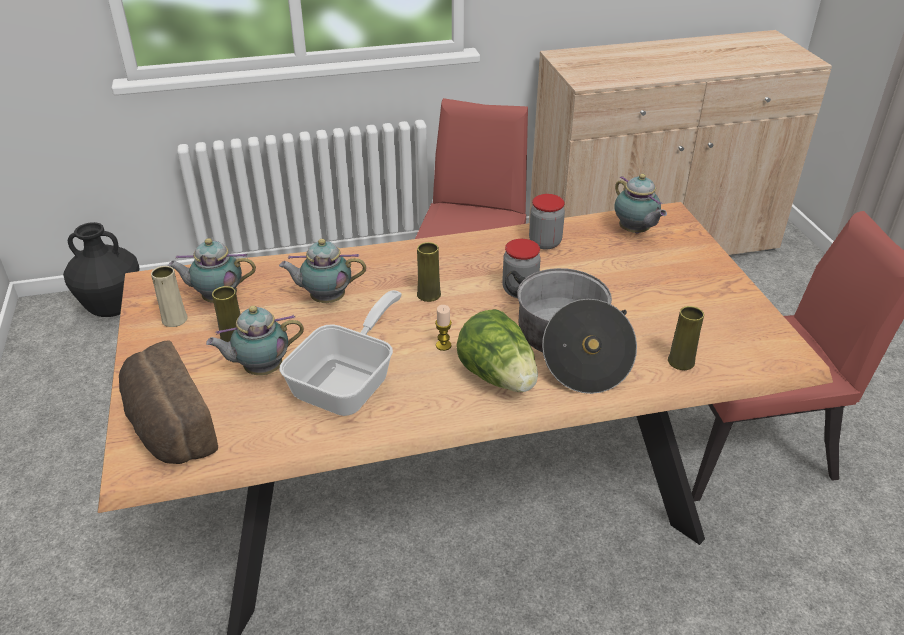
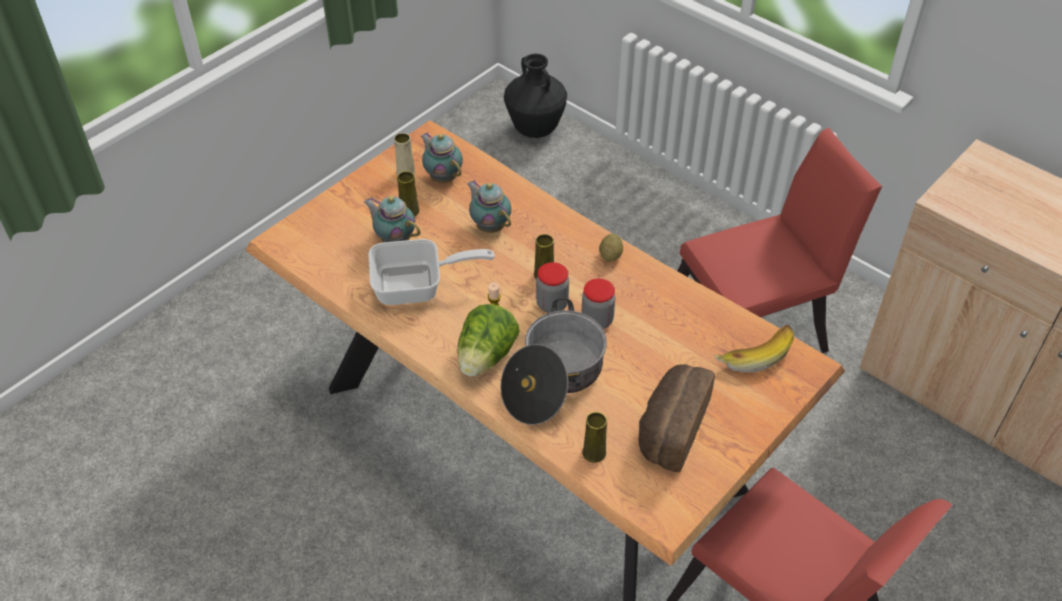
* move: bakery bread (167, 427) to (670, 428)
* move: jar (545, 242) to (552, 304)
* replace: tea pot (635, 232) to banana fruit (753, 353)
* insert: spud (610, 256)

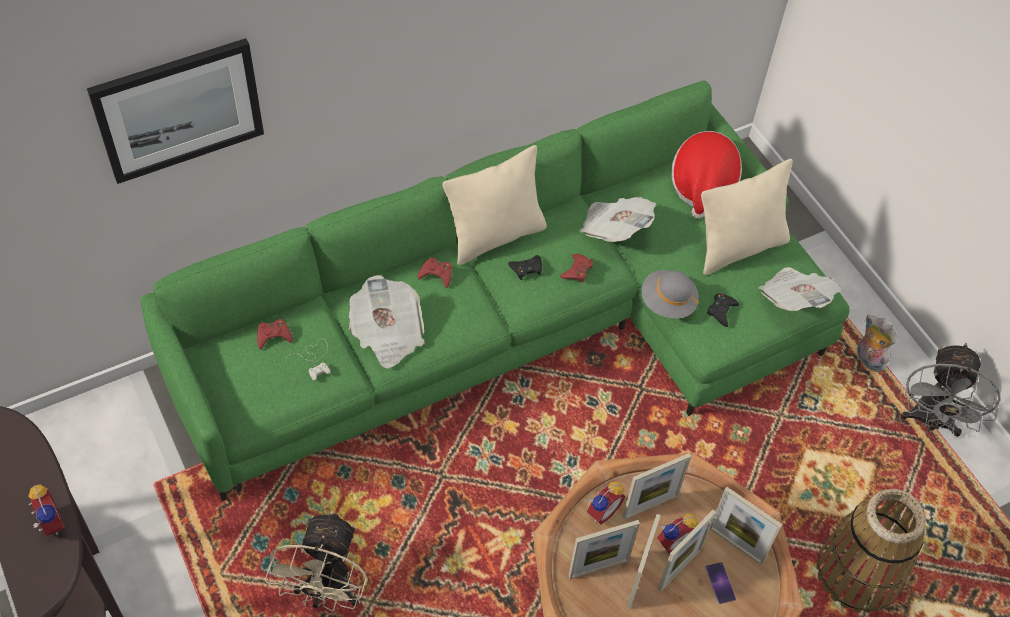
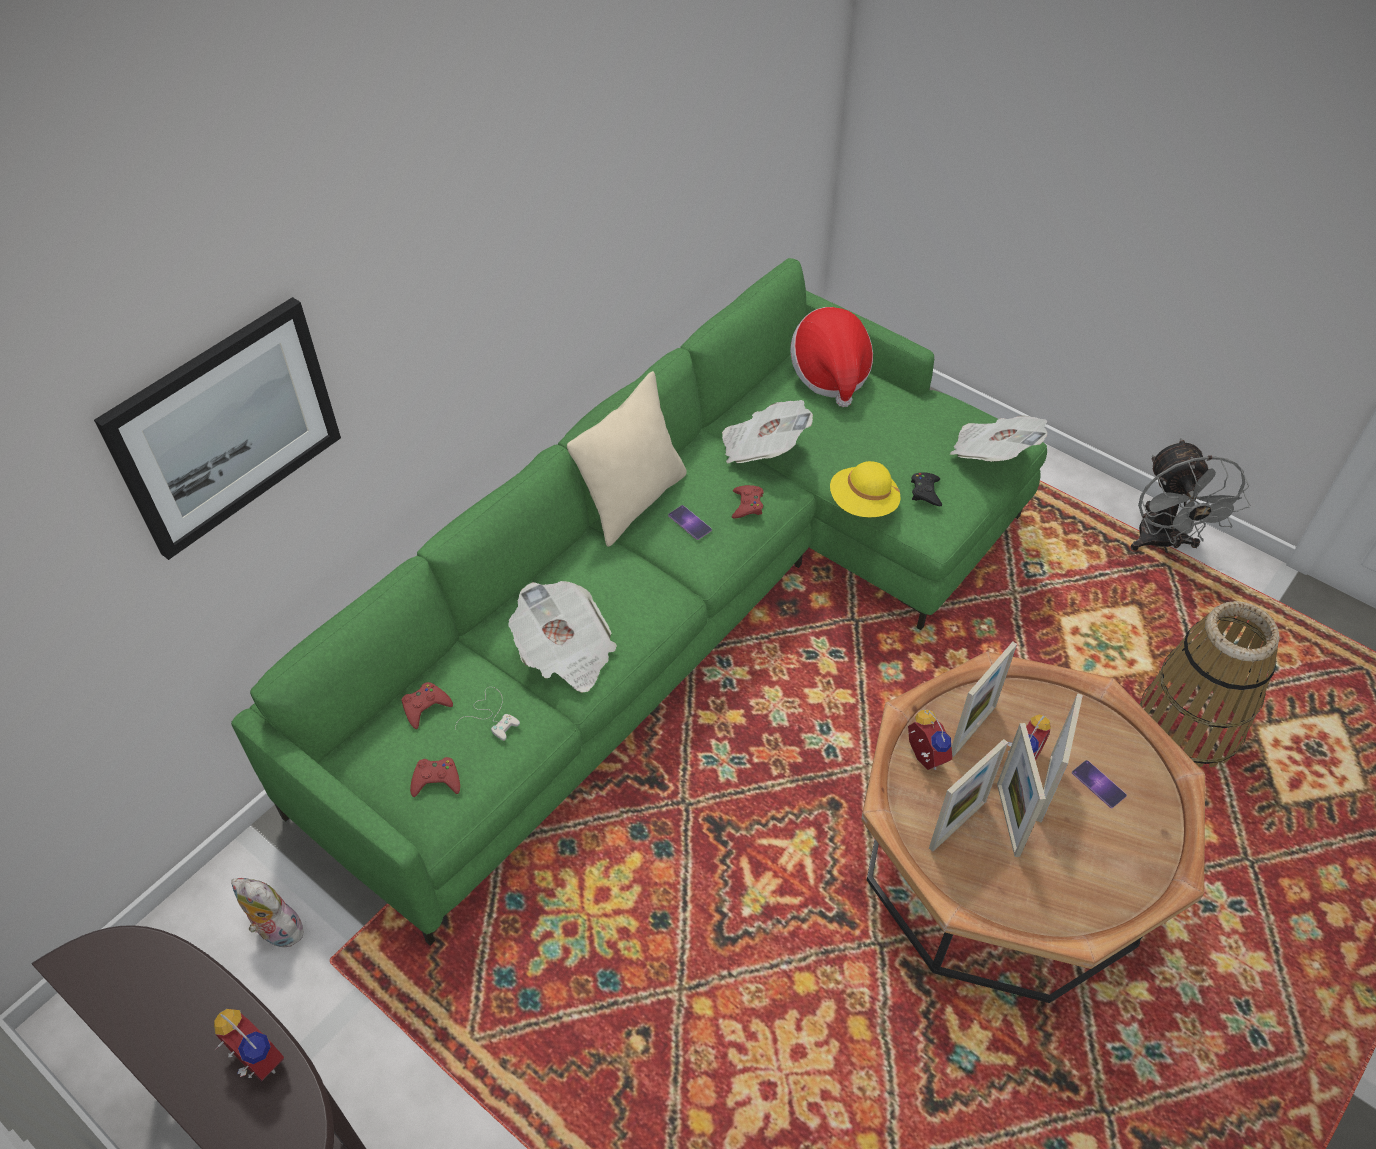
* delete: beige-coloured fan (327, 592)
* move: reddish gamepad (436, 274) to (436, 780)
* replace: blackish gamepad (526, 269) to handset (689, 522)
* rotate: alarm clock (601, 511) = (922, 757) 45 degrees counterclockwise
* recolor: gray clothing hat (667, 302) to yellow-coloured clothing hat (863, 504)
* delete: beige-coloured cushion (738, 247)
* delete: picture frame (736, 545)
* move: soft toy (867, 359) to (276, 931)

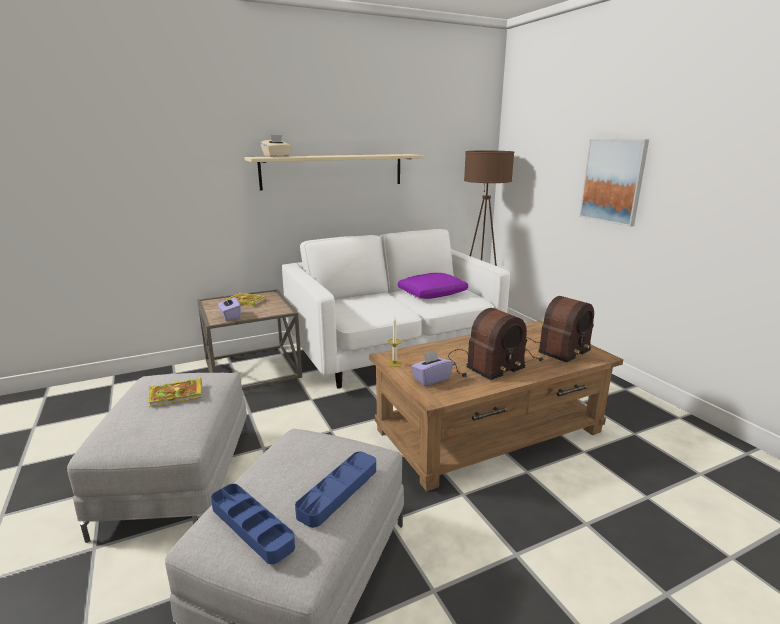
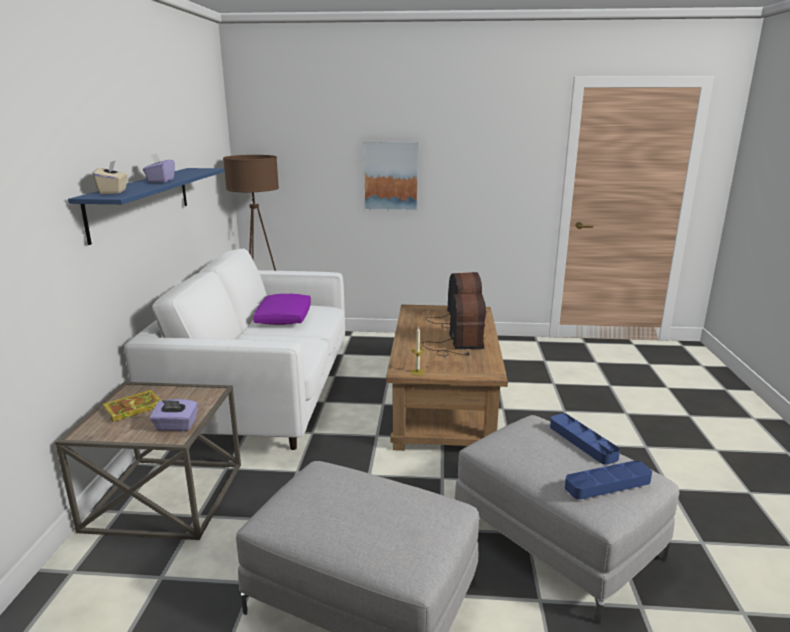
* delete: book (177, 394)
* recolor: beige-coloured bracket shelf (333, 171) to blue bracket shelf (141, 201)
* move: purplish tissue holder (431, 379) to (160, 181)

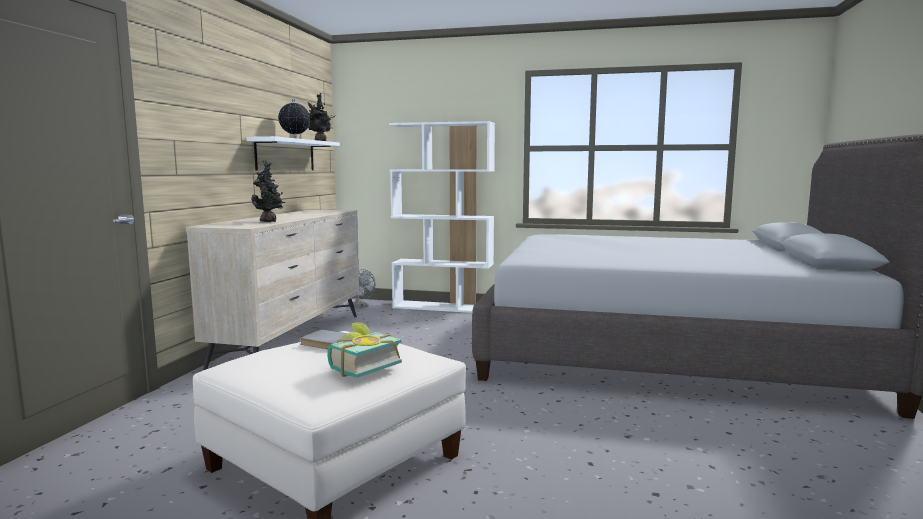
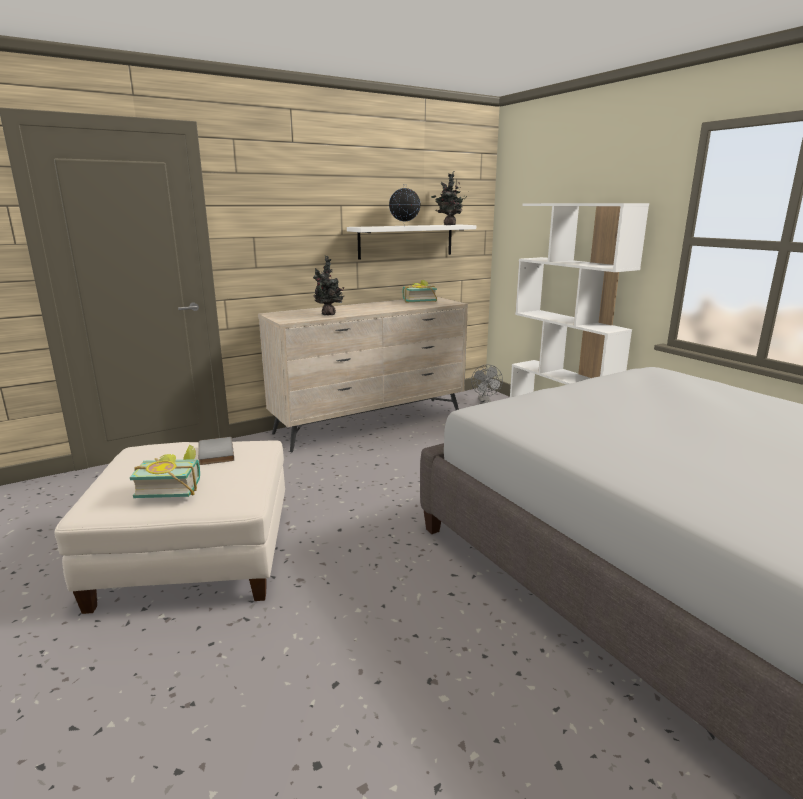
* insert: book (418, 301)

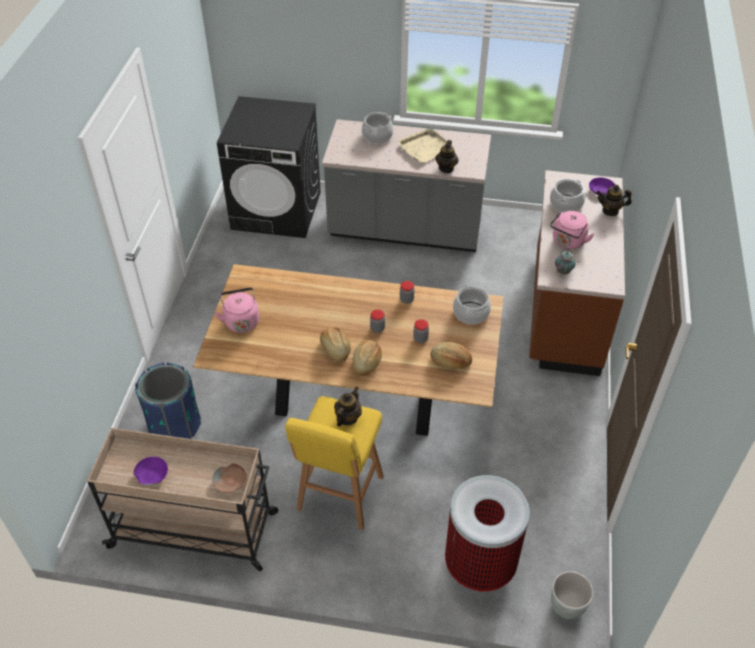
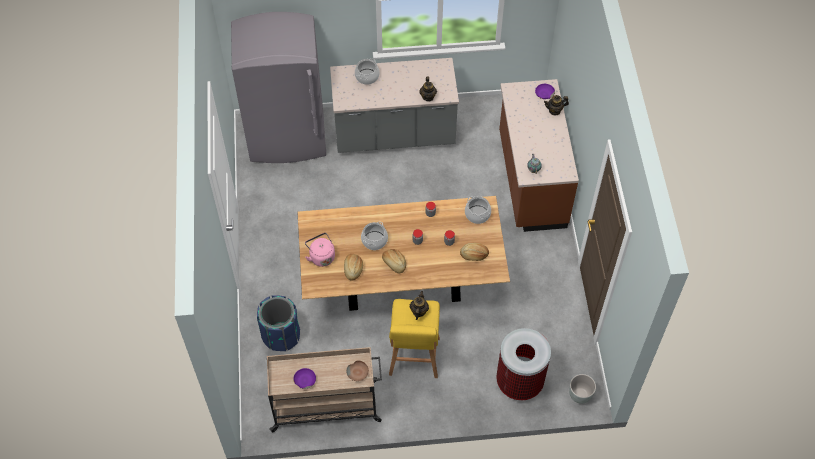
* replace: blackish washing machine (277, 210) to gray fridge (287, 137)
* move: bakery bread (366, 362) to (353, 269)
* delete: beige-coloured tray (424, 148)
* move: stockpot (566, 204) to (374, 240)
* delete: pinkish kettle (567, 242)

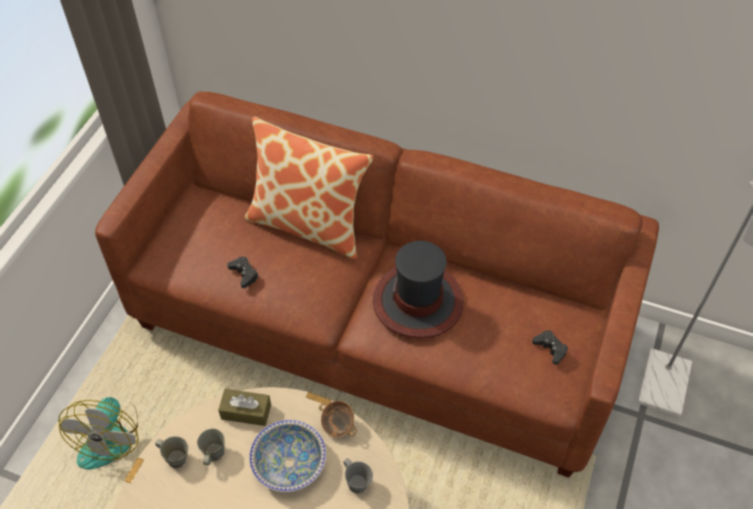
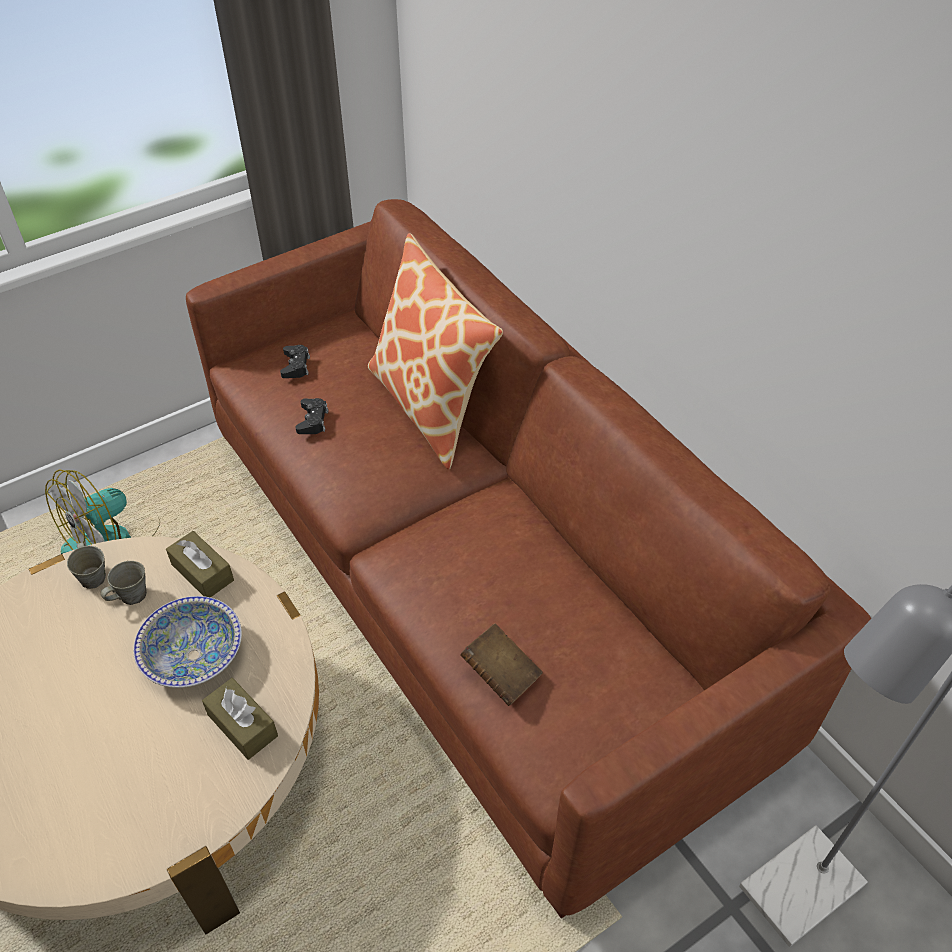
* delete: deep dish (338, 425)
* replace: gray mug (357, 482) to brownish tissue holder (242, 725)
* delete: clothing hat (418, 301)
* move: blackish gamepad (550, 348) to (296, 365)
* insert: brownish book (501, 674)

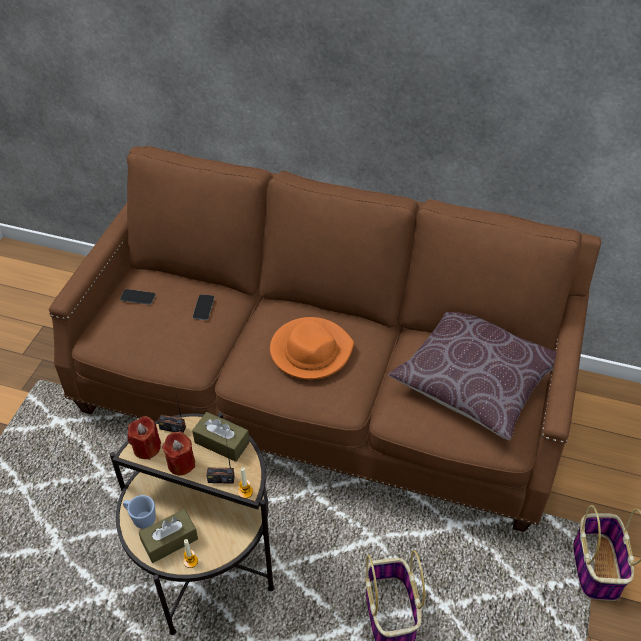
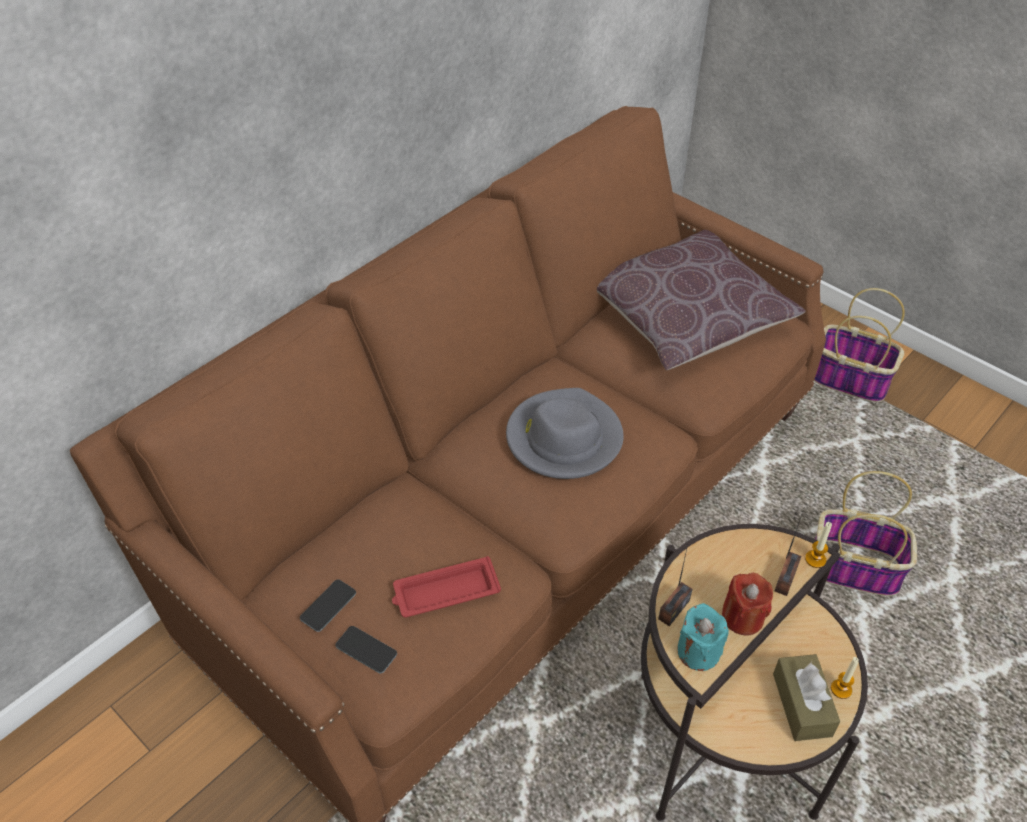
* delete: blue mug (141, 518)
* recolor: reddish wax candle (147, 448) to turquoise wax candle (698, 651)
* delete: brownish tissue holder (222, 442)
* move: handset (203, 307) to (366, 650)
* recolor: orangey clothing hat (310, 351) to gray clothing hat (563, 438)
* insert: reddish tray (444, 592)

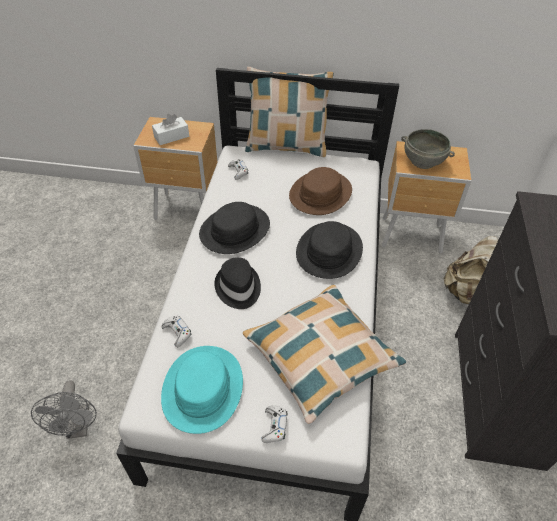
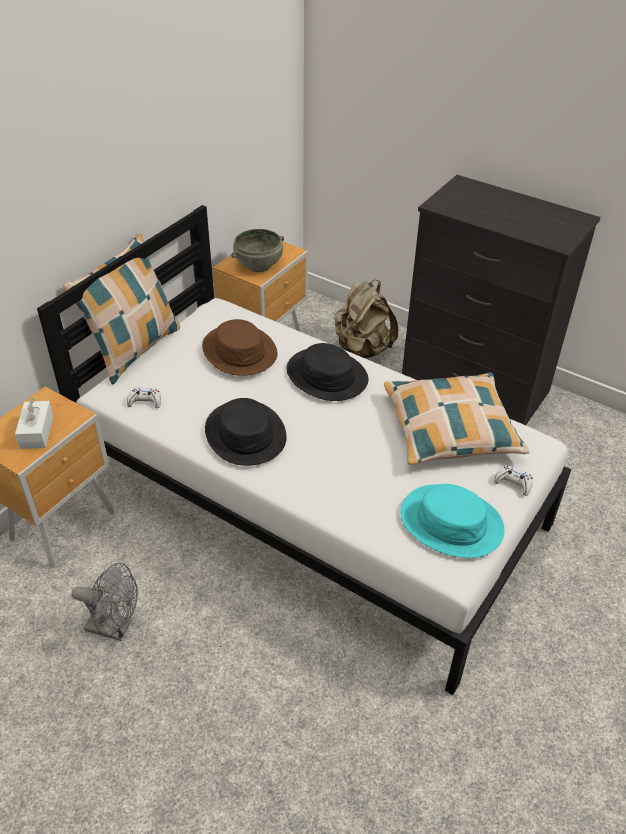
* move: gray fan (78, 427) to (115, 628)
* delete: white-coloured gamepad (177, 333)
* delete: blackish clothing hat (238, 288)

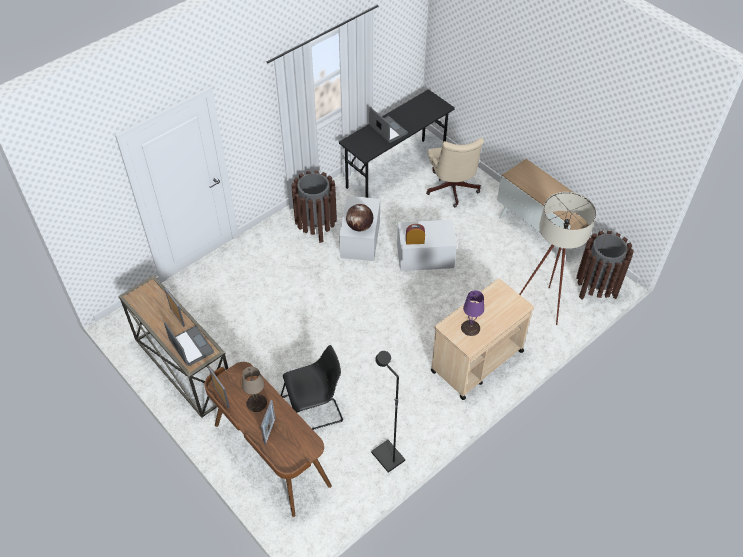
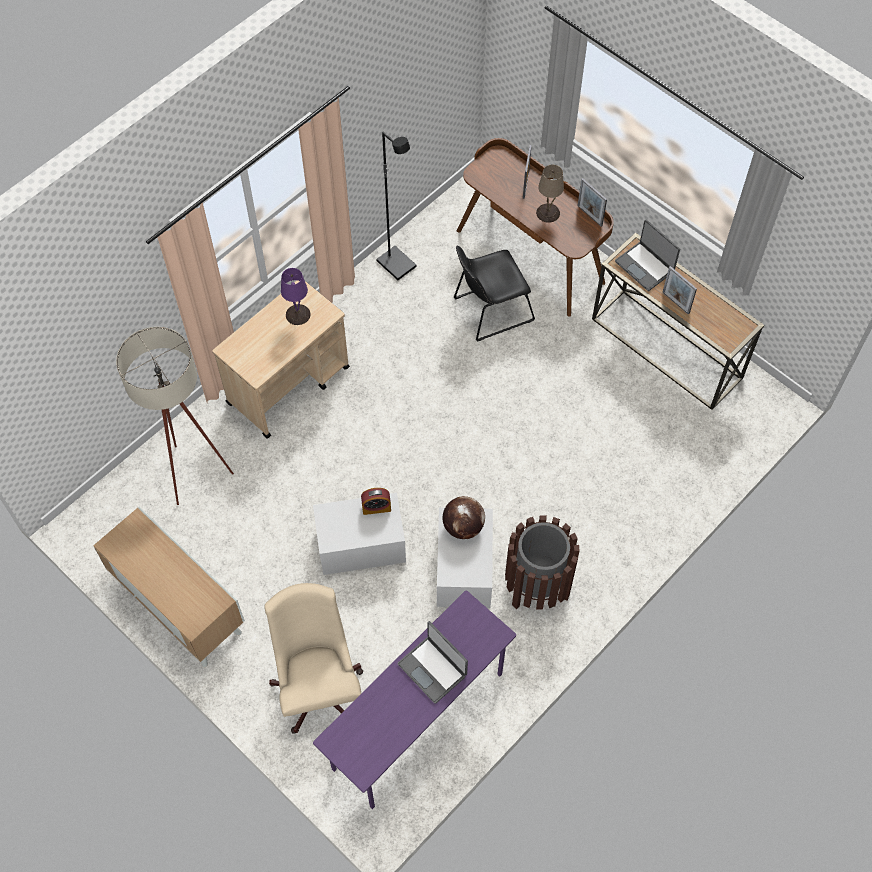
* recolor: blackish desk (396, 171) to purplish desk (418, 722)
* delete: brownish trash can (596, 288)

